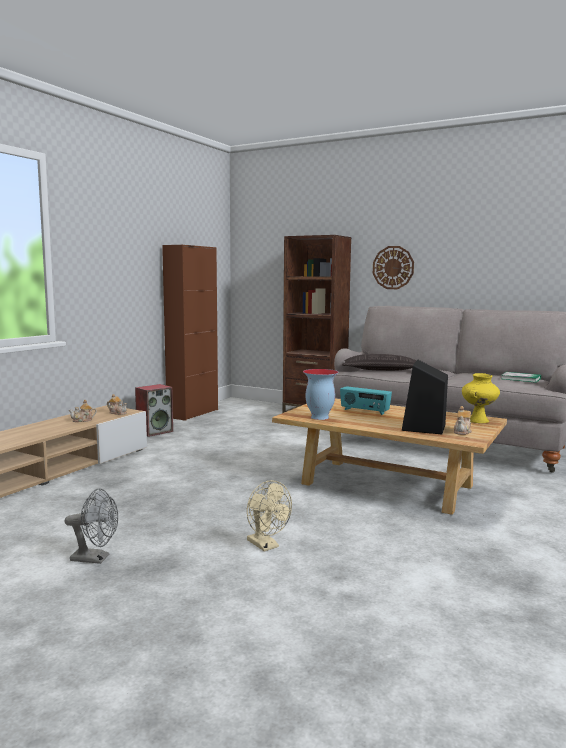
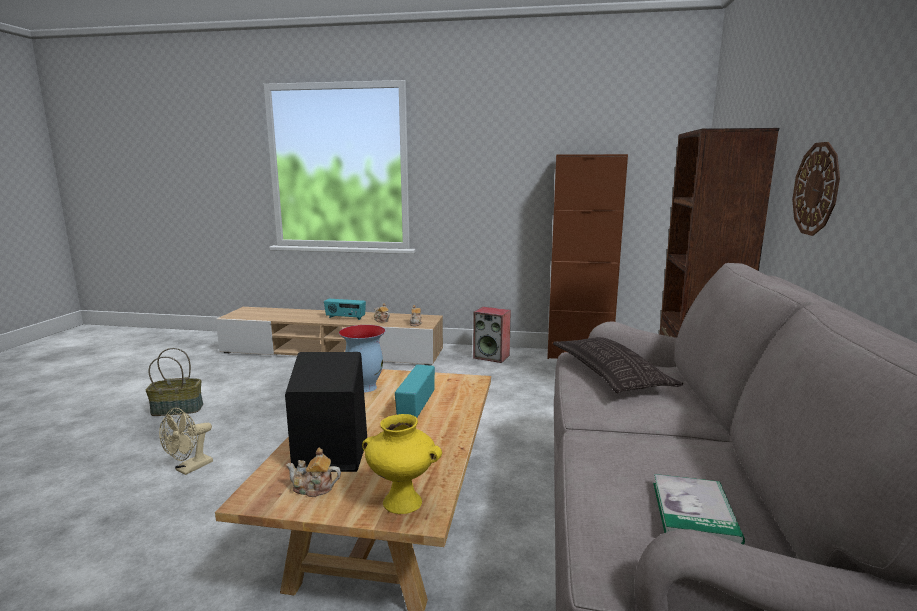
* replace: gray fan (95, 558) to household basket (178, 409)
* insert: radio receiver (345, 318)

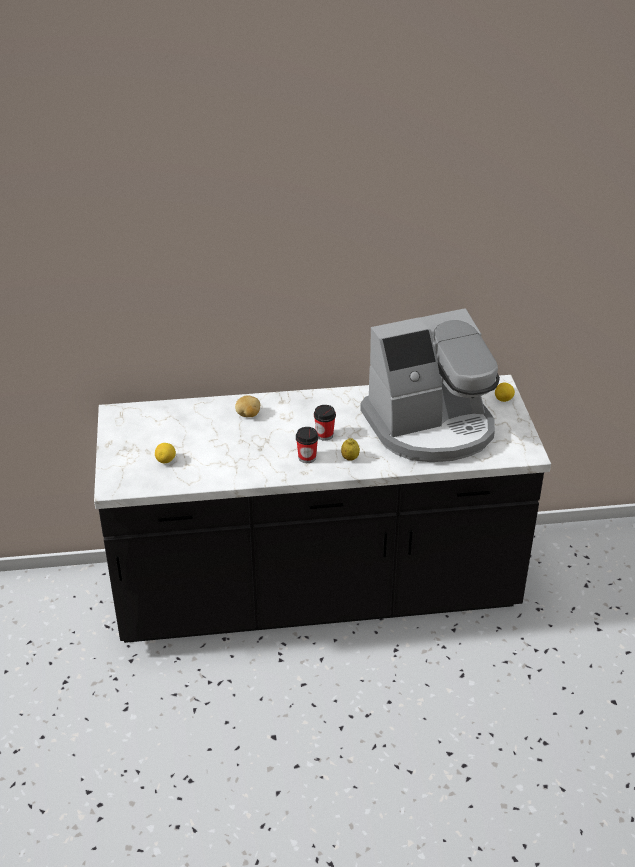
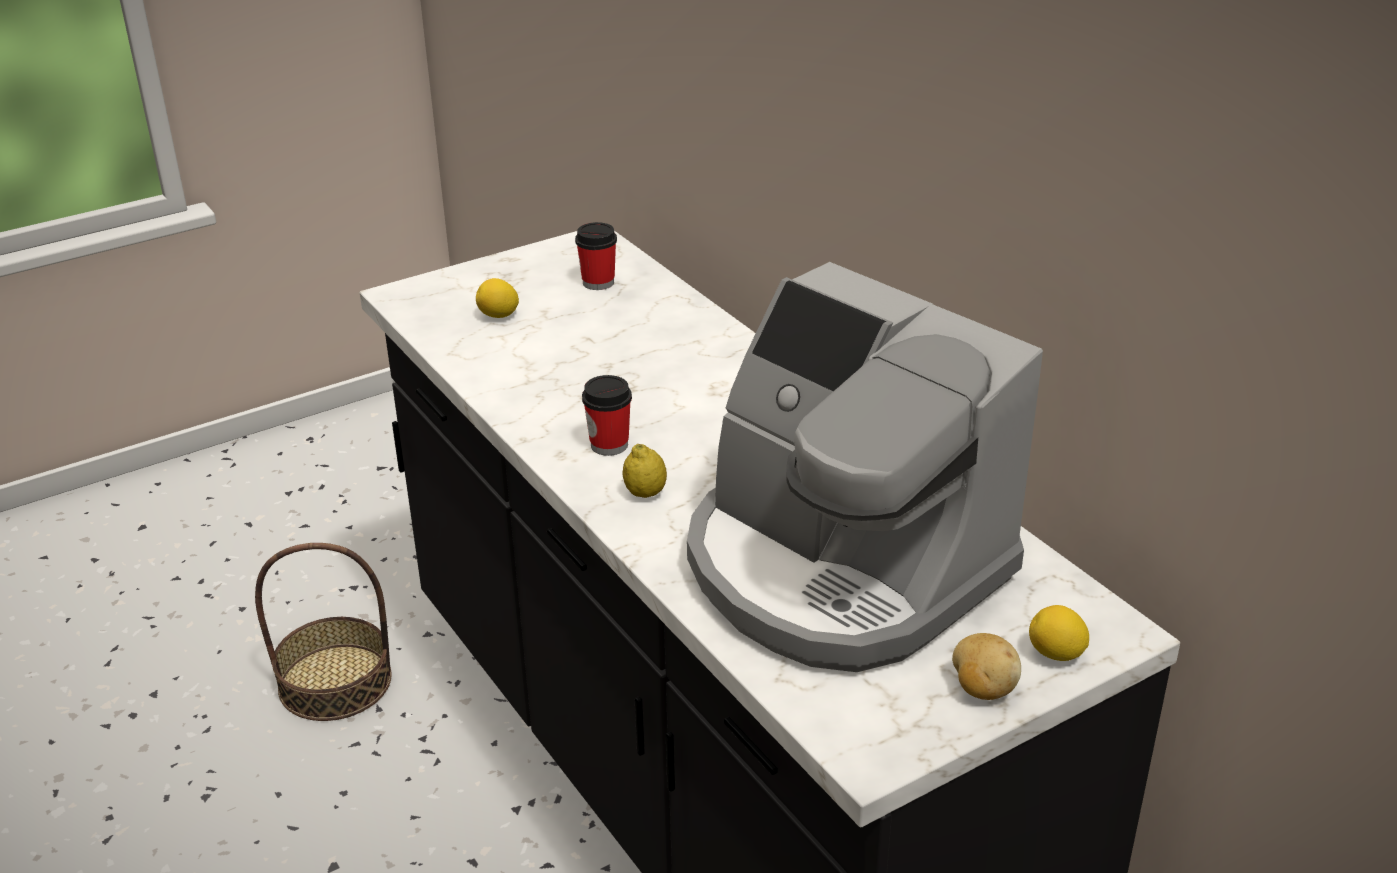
* move: spud (248, 415) to (982, 688)
* move: small cup (324, 435) to (598, 282)
* insert: household basket (335, 682)

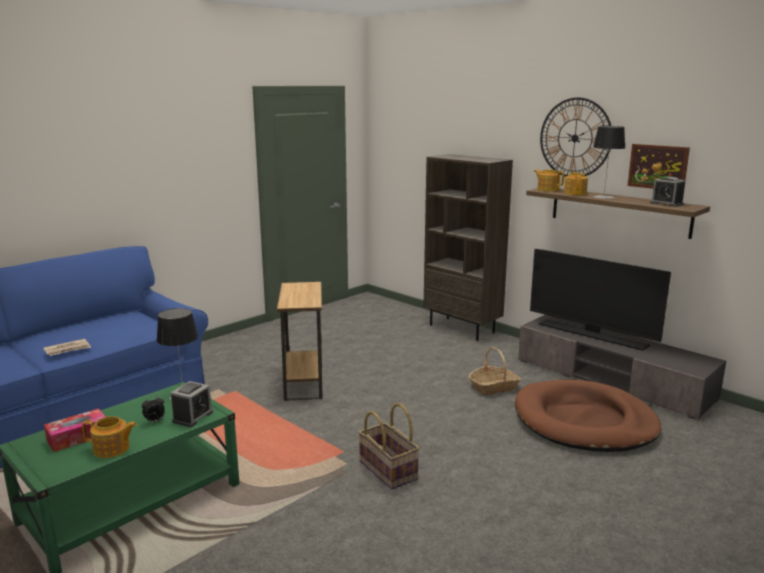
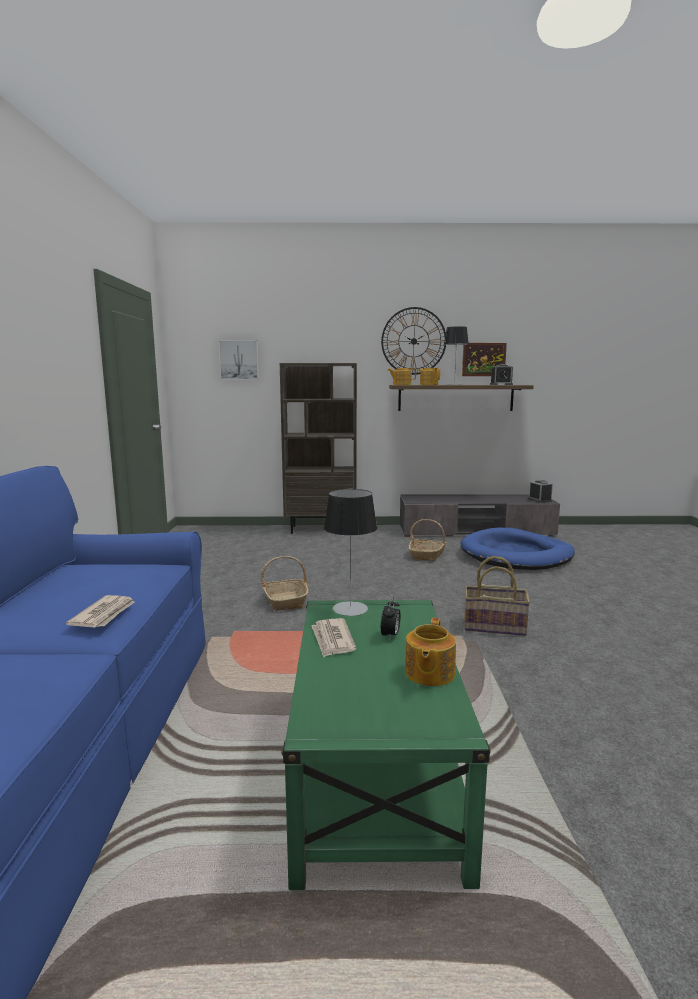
* delete: tissue holder (78, 437)
* rotate: tea pot (112, 449) = (428, 673) 150 degrees clockwise
* move: alarm clock (192, 417) to (540, 500)
* replace: brownish side table (304, 383) to household basket (285, 601)
* recolor: brownish dog bed (584, 421) to blue dog bed (516, 555)
* delete: TV (592, 335)
* insert: picture (239, 360)
* insert: newspaper (332, 640)

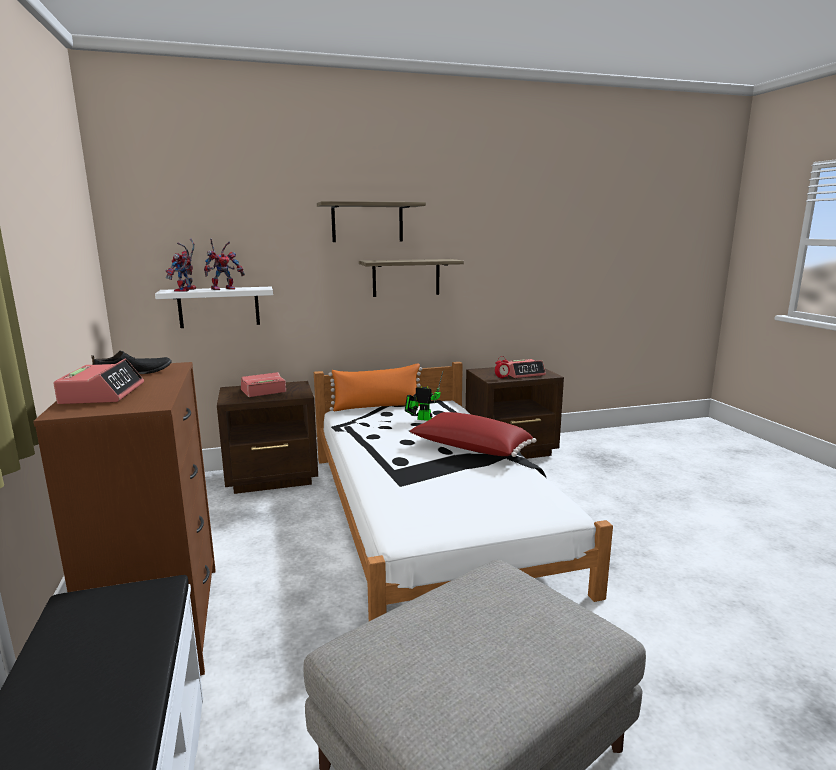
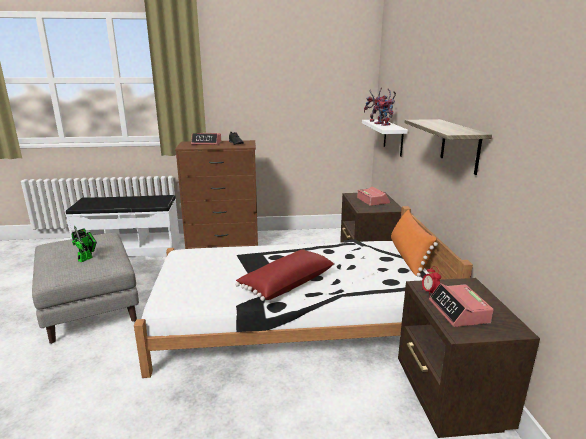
* delete: bracket shelf (367, 222)
* move: toy robot (422, 419) to (87, 258)

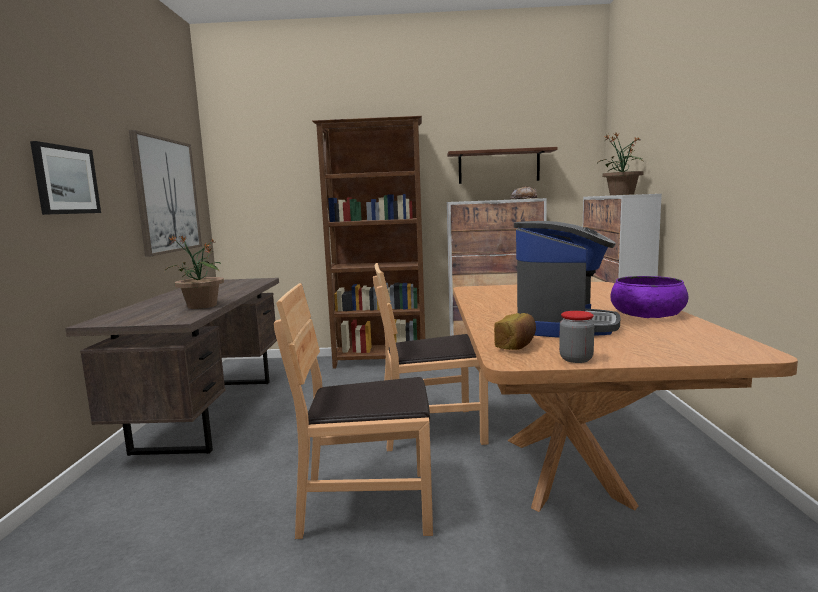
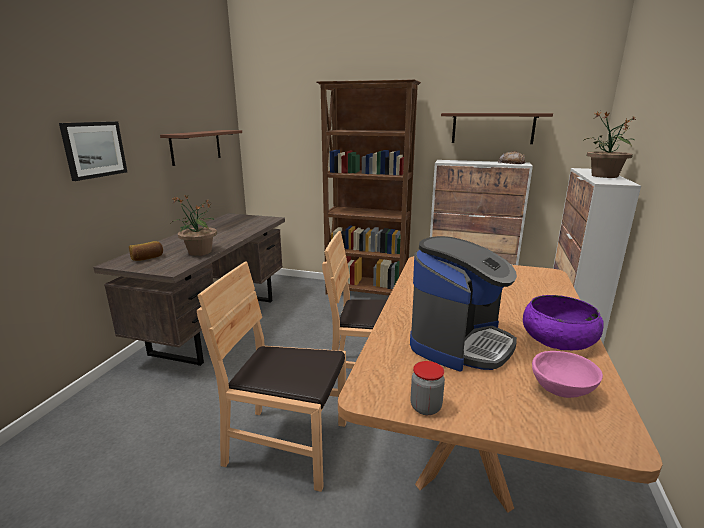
* replace: picture (167, 195) to brownish bracket shelf (196, 146)
* move: bakery bread (516, 345) to (147, 258)
* insert: pinkish deep dish (562, 391)

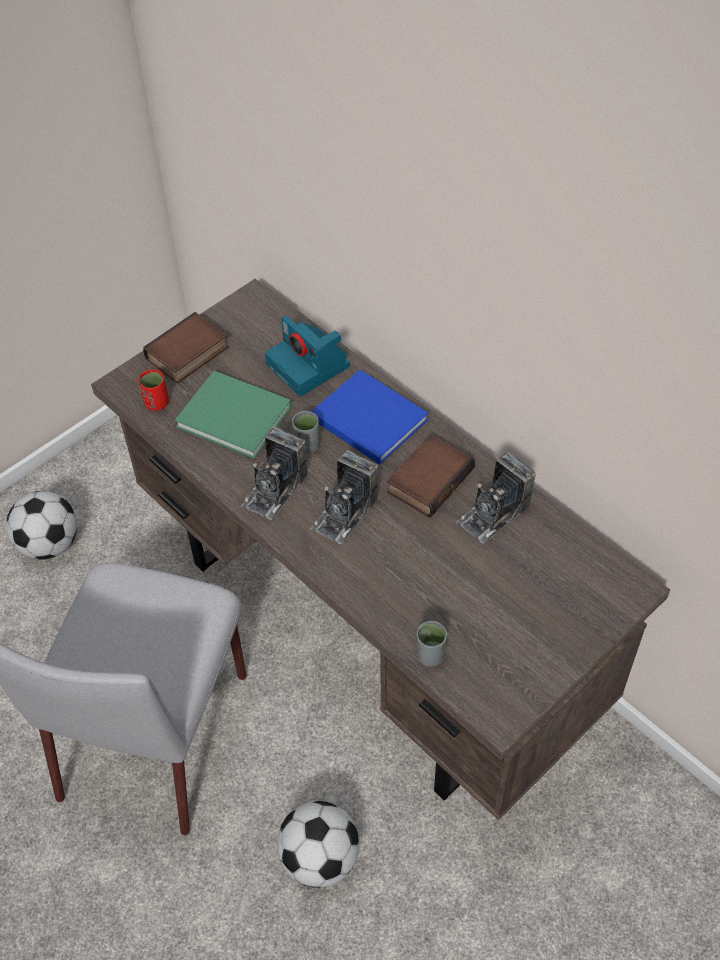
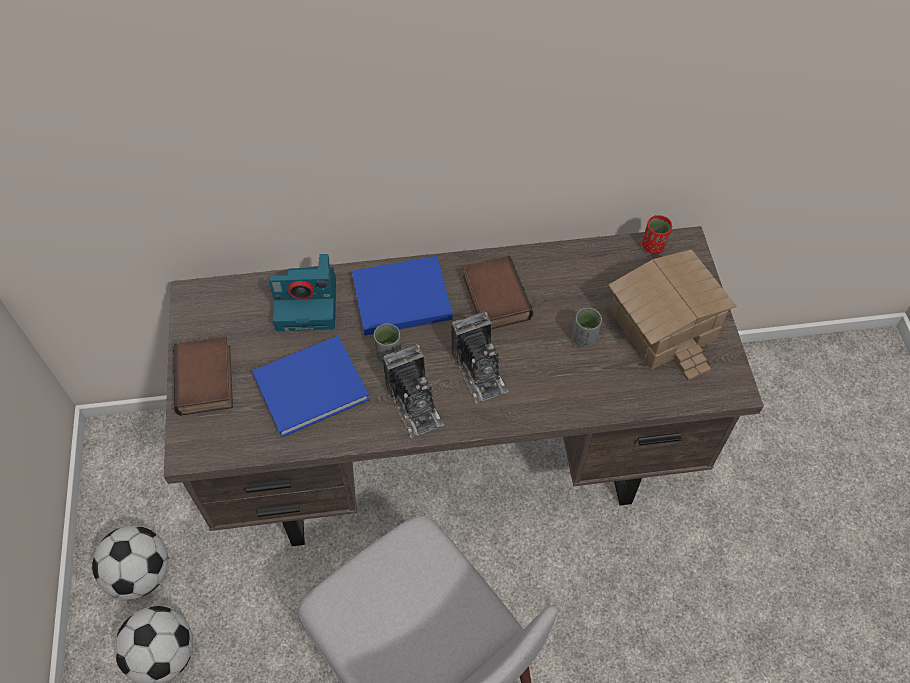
* move: reddish small cup (156, 403) to (653, 246)
* recolor: green-coloured book (236, 418) to blue book (314, 386)
* move: football ball (319, 858) to (140, 574)
* move: gray small cup (430, 655) to (584, 338)
* delete: still camera (493, 514)
* insert: toy house (660, 326)

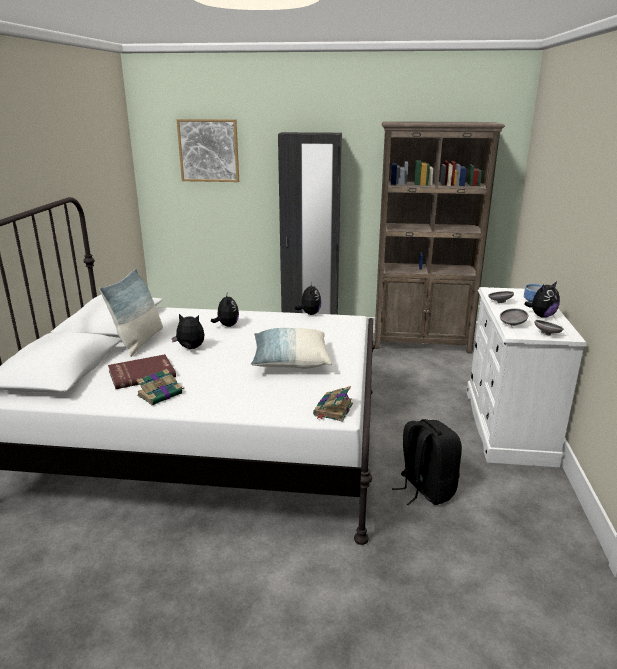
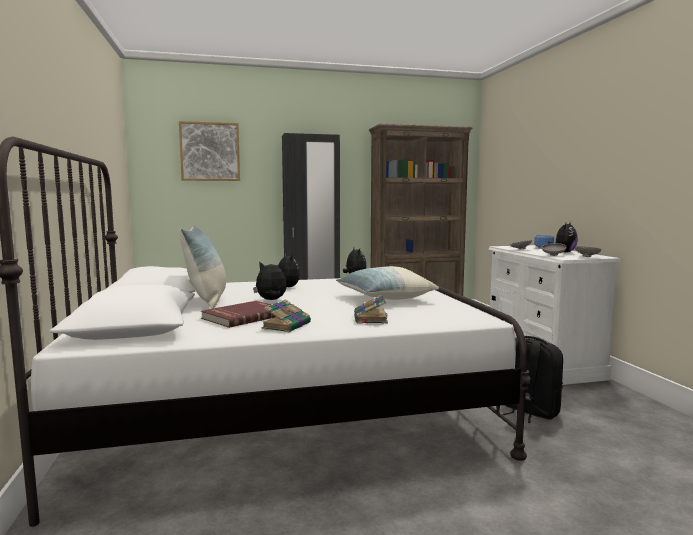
* move: book (333, 410) to (370, 319)

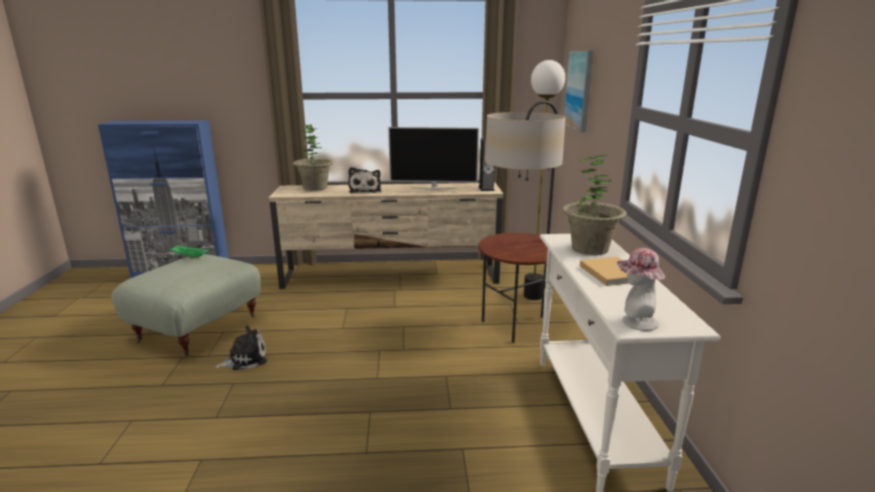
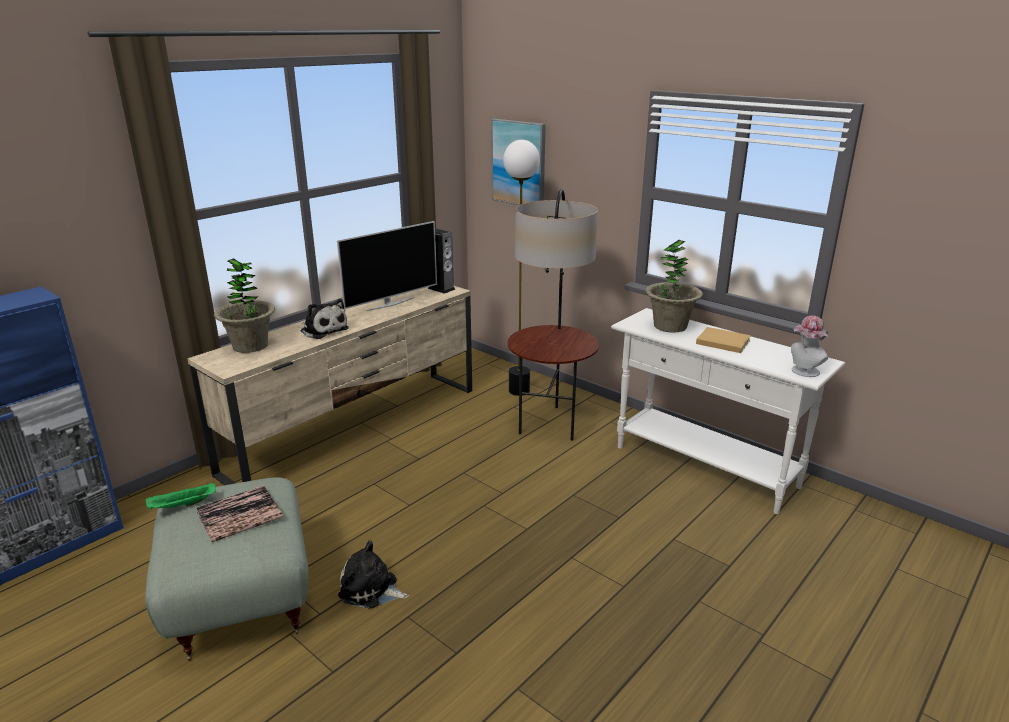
* rotate: soft toy (245, 359) = (371, 590) 90 degrees counterclockwise
* insert: book (239, 515)

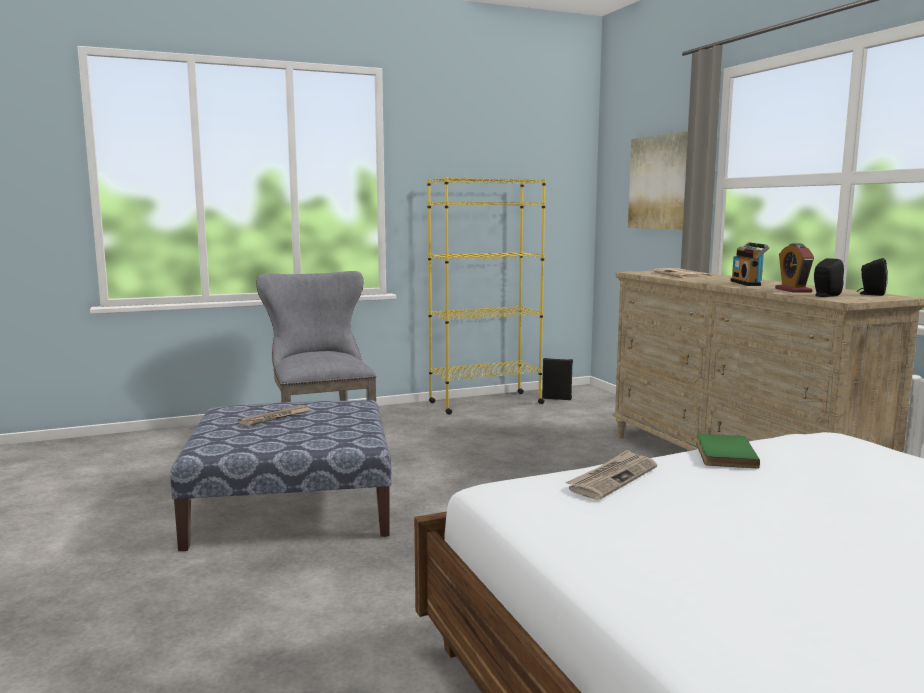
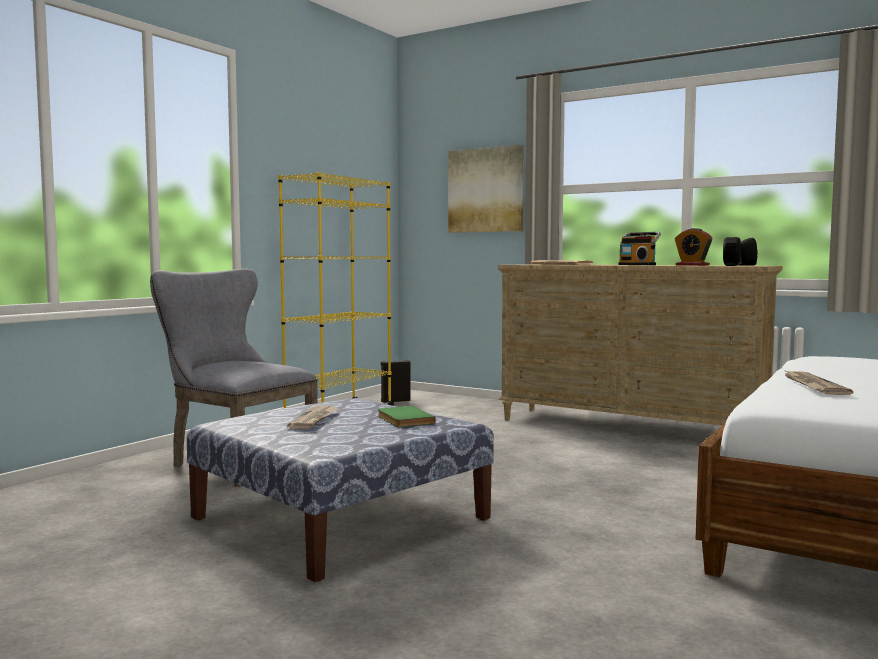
* move: green-coloured book (722, 454) to (403, 419)

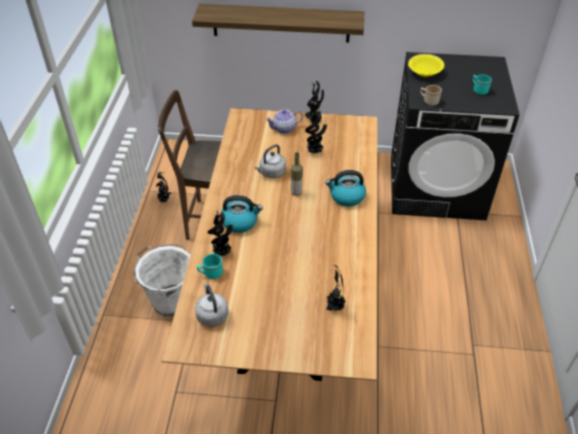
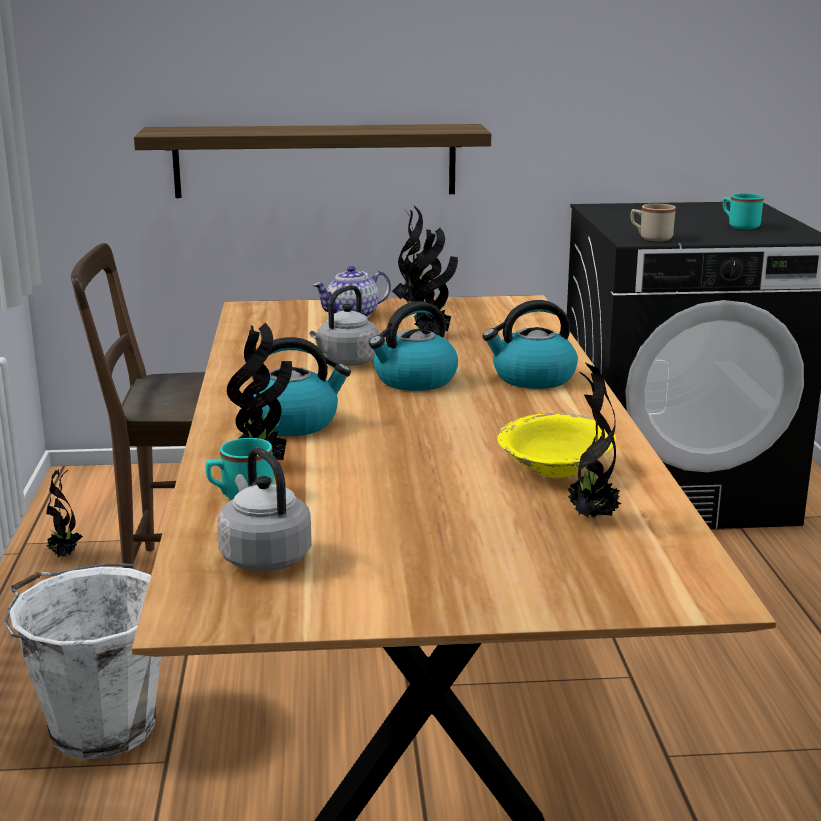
* replace: drink bottle (296, 192) to kettle (414, 380)
* move: yellow-coloured deep dish (424, 73) to (555, 468)

